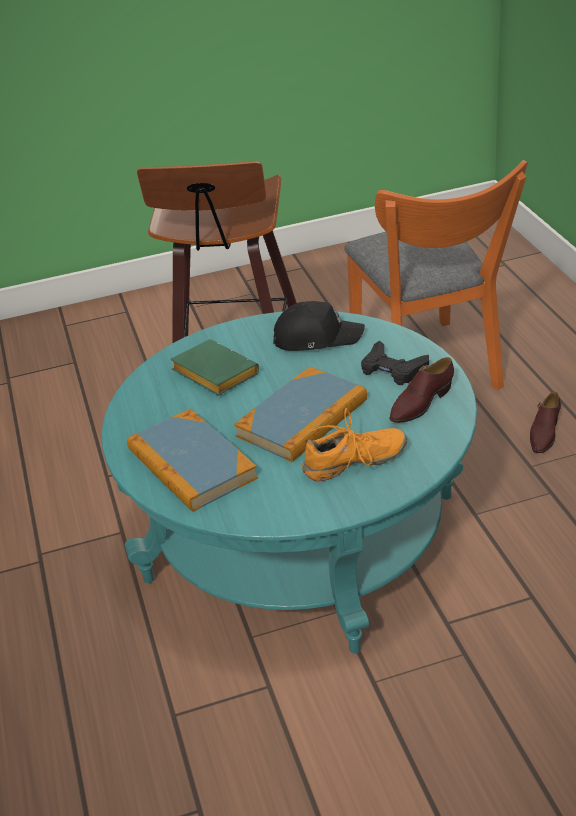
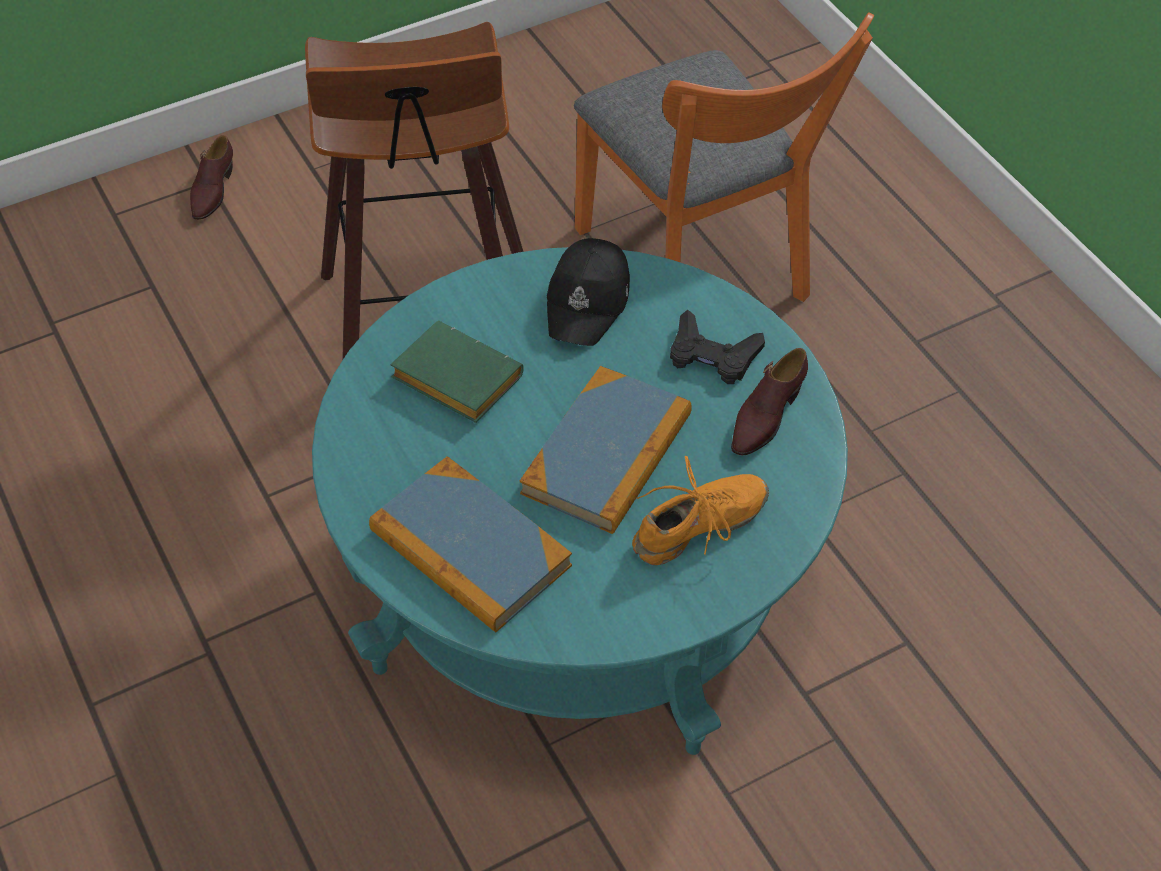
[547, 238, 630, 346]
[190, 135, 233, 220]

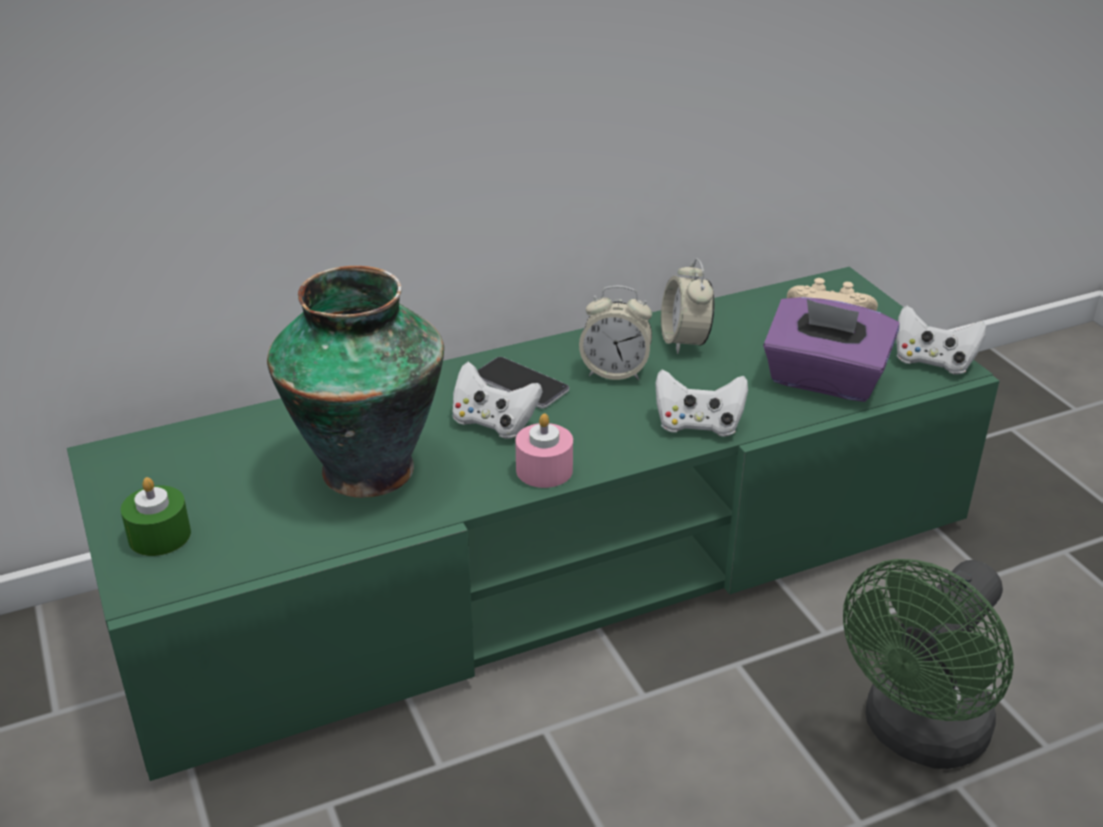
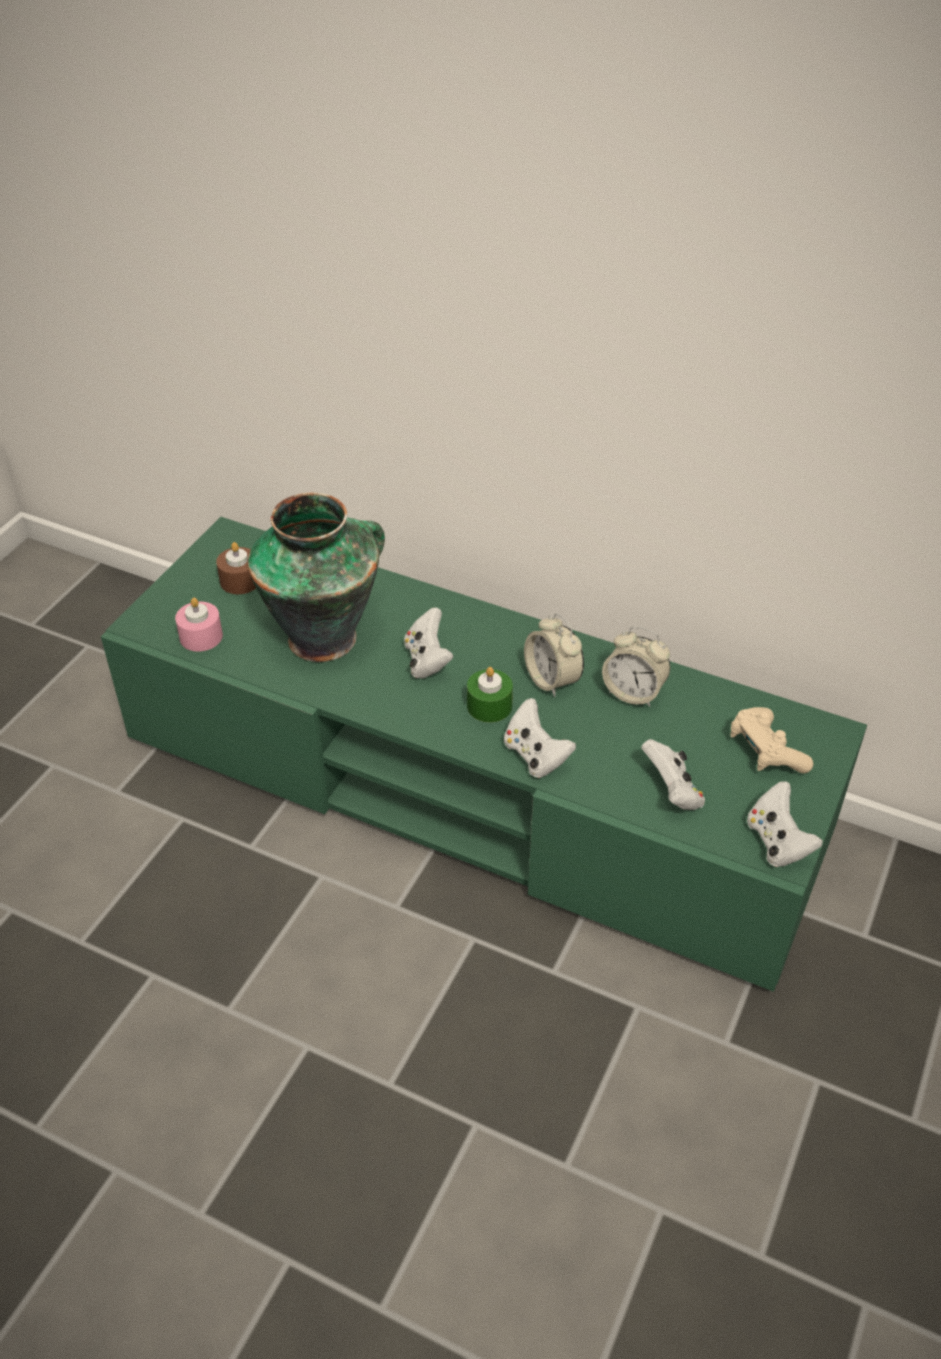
[602, 626, 670, 707]
[641, 739, 705, 810]
[477, 357, 569, 409] (first image)
[175, 598, 223, 652]
[467, 667, 513, 723]
[843, 559, 1014, 769] (first image)
[216, 542, 256, 594]

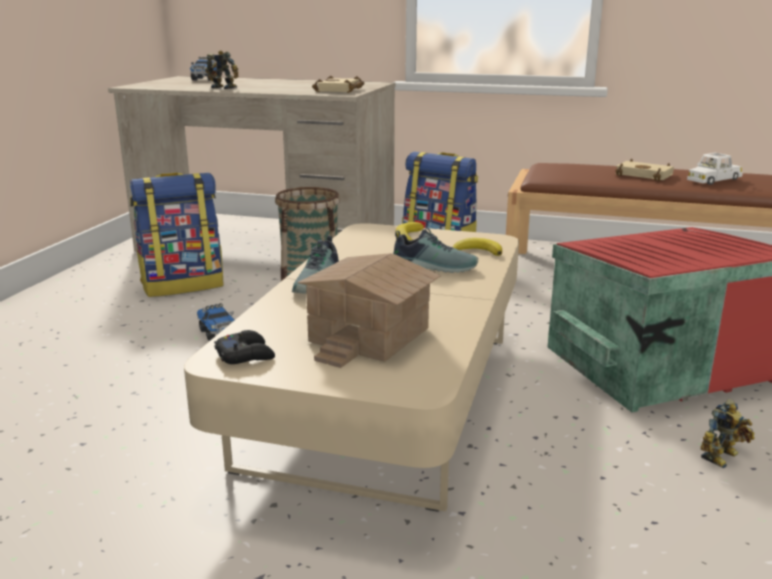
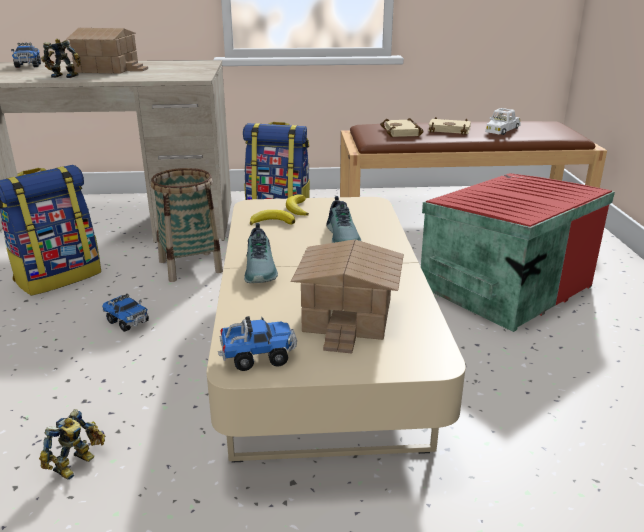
[380, 118, 423, 137]
[326, 196, 361, 243]
[250, 210, 295, 225]
[218, 316, 297, 371]
[39, 409, 105, 480]
[66, 28, 148, 74]

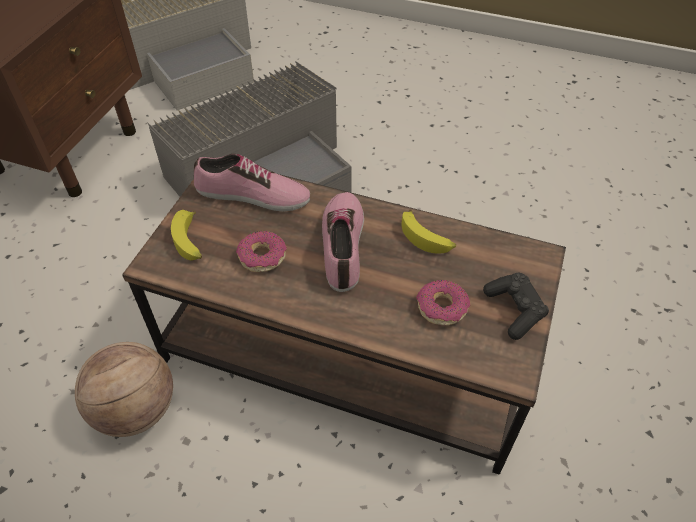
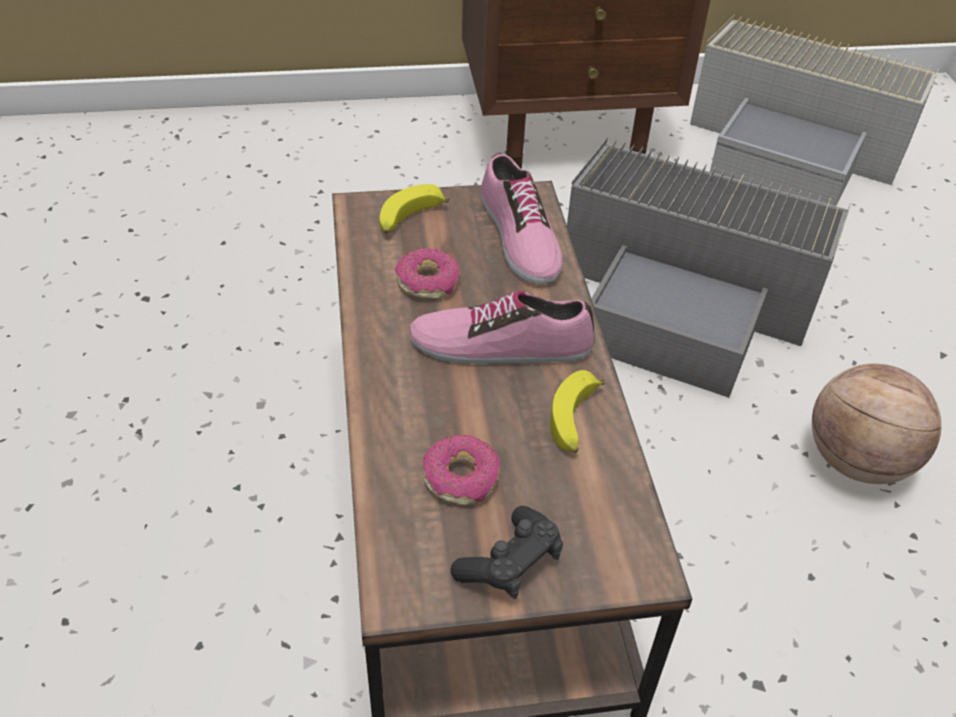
[409, 291, 595, 364]
[812, 364, 941, 484]

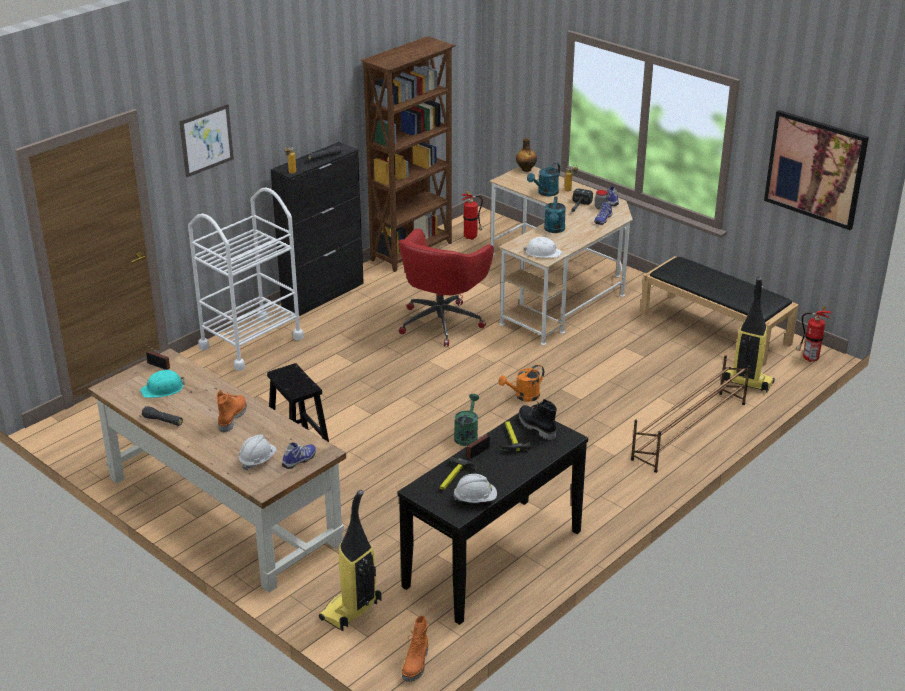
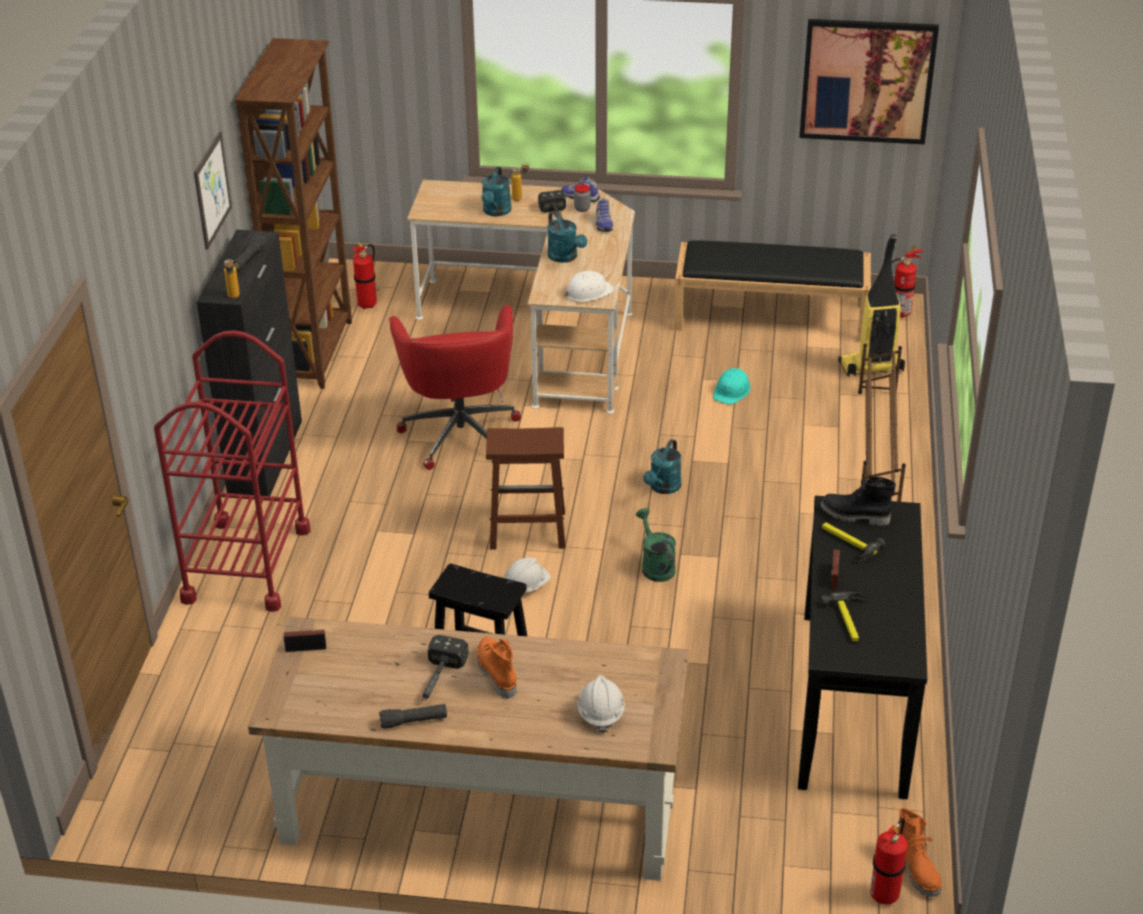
[194, 131, 232, 250]
[516, 138, 537, 172] (first image)
[154, 330, 311, 612]
[643, 439, 681, 494]
[713, 368, 751, 404]
[282, 442, 316, 469] (first image)
[504, 558, 551, 592]
[319, 490, 382, 631] (first image)
[486, 427, 565, 550]
[422, 635, 468, 701]
[870, 818, 908, 904]

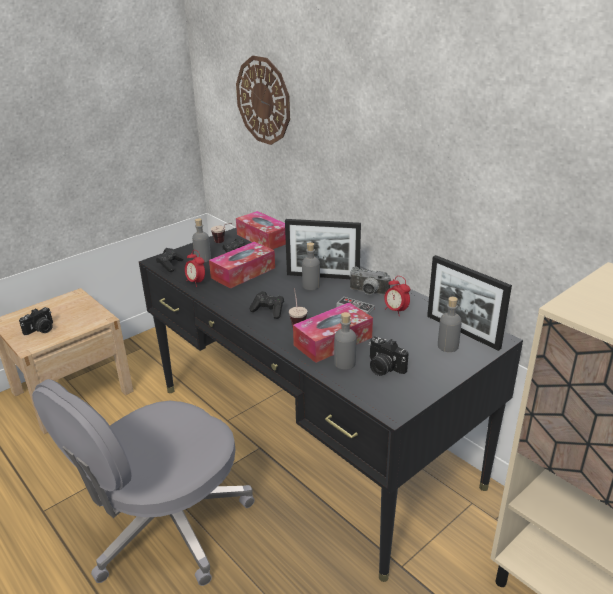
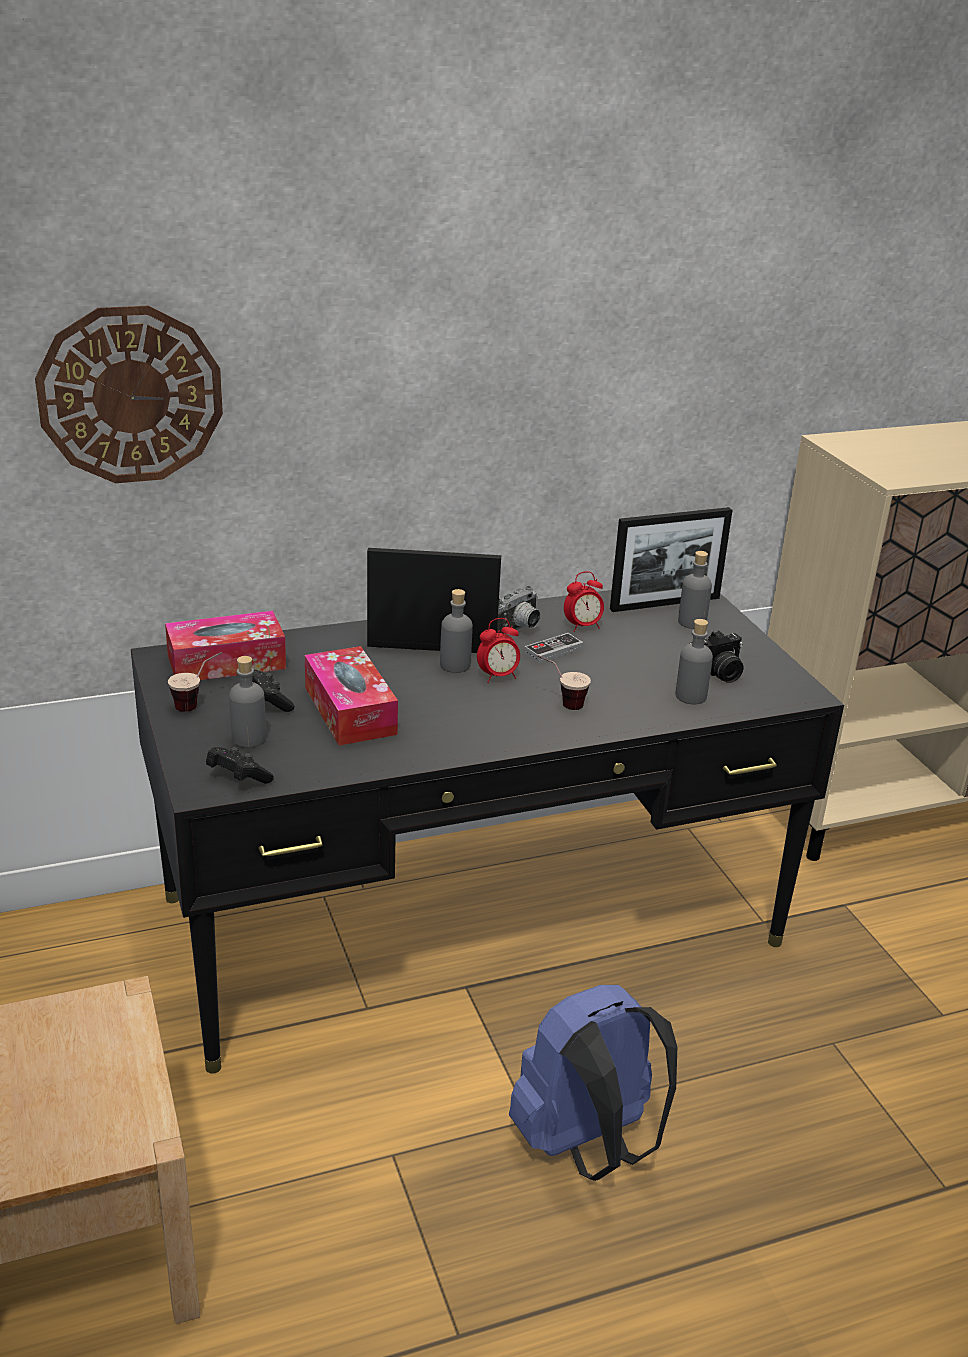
[367, 548, 501, 653]
[477, 618, 520, 683]
[249, 291, 284, 319] (first image)
[293, 302, 373, 363] (first image)
[19, 307, 53, 335] (first image)
[509, 985, 677, 1181]

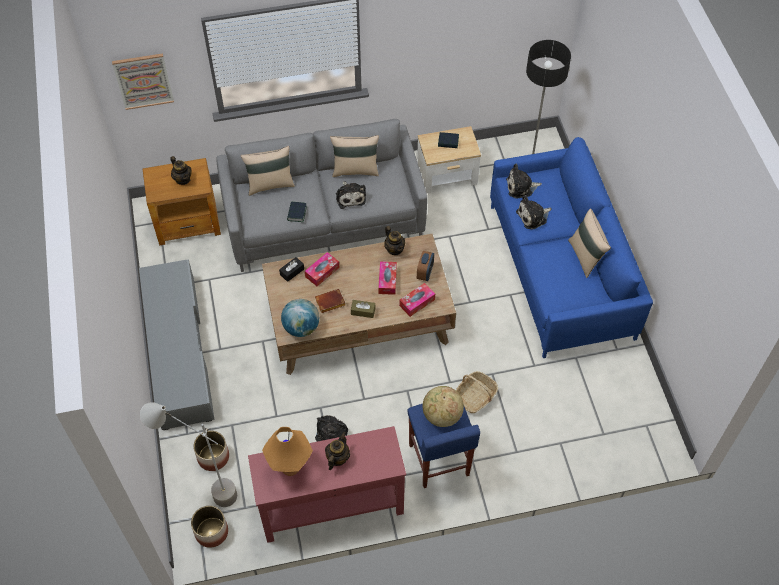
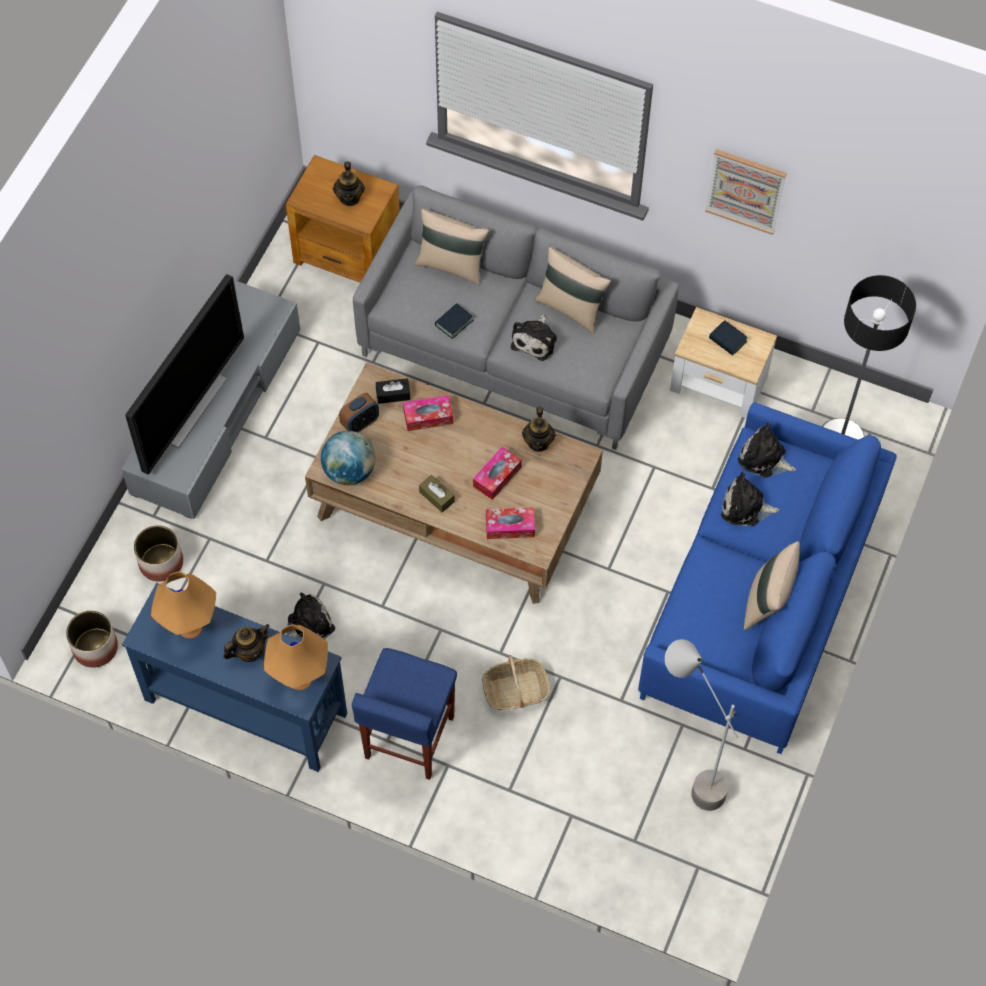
[705, 149, 787, 235]
[339, 393, 379, 432]
[315, 289, 346, 313] (first image)
[422, 386, 464, 427] (first image)
[665, 640, 739, 811]
[122, 583, 347, 772]
[125, 274, 244, 475]
[264, 624, 328, 690]

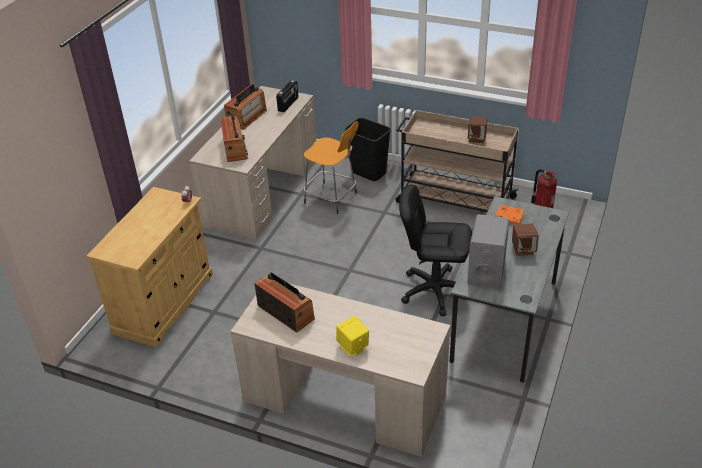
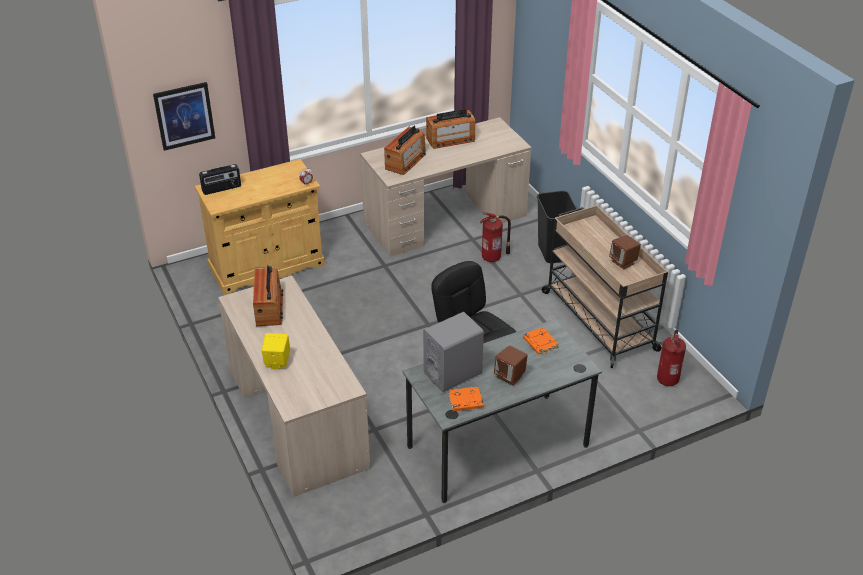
[199, 164, 241, 195]
[480, 212, 511, 262]
[153, 82, 215, 151]
[448, 387, 483, 411]

